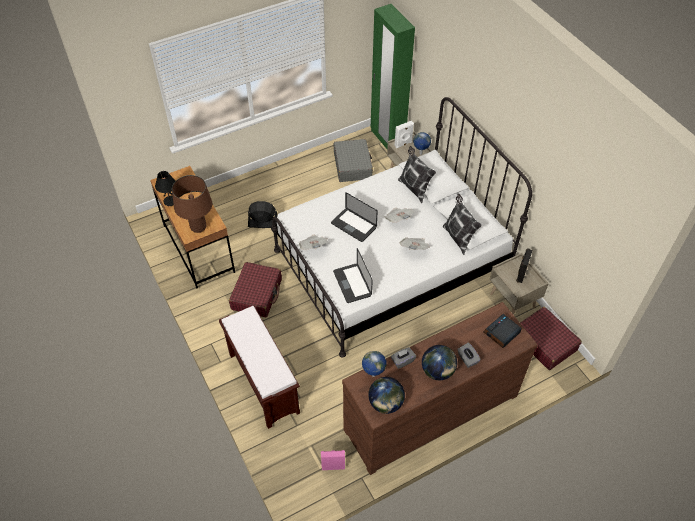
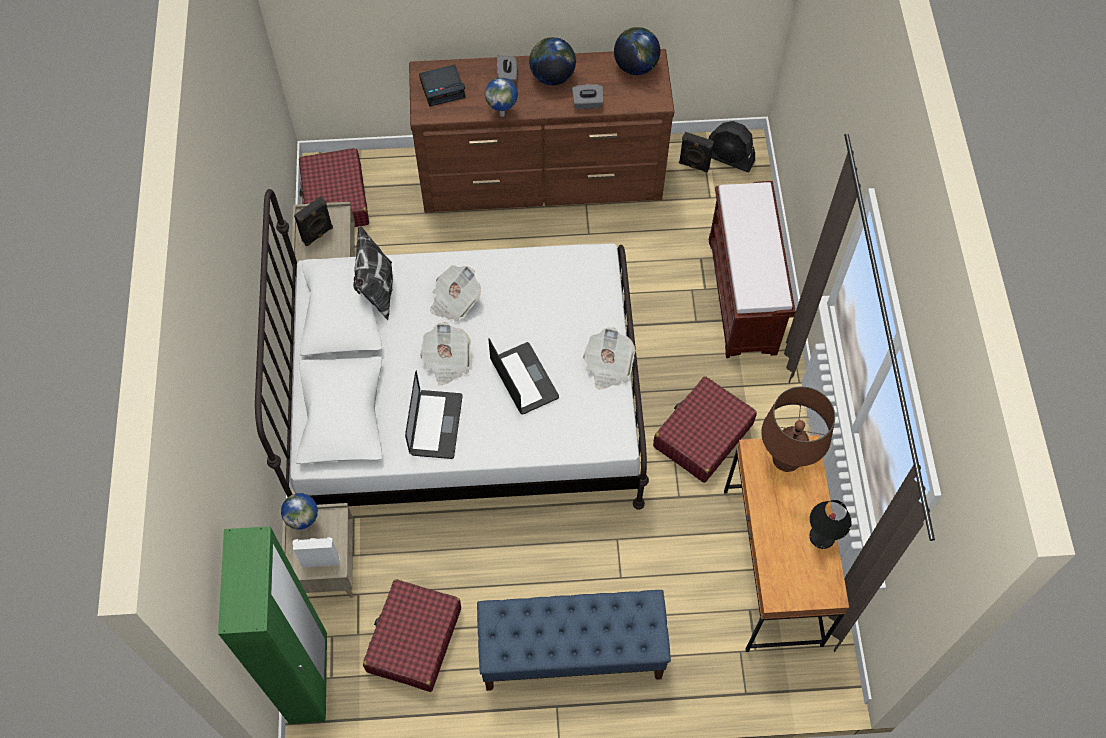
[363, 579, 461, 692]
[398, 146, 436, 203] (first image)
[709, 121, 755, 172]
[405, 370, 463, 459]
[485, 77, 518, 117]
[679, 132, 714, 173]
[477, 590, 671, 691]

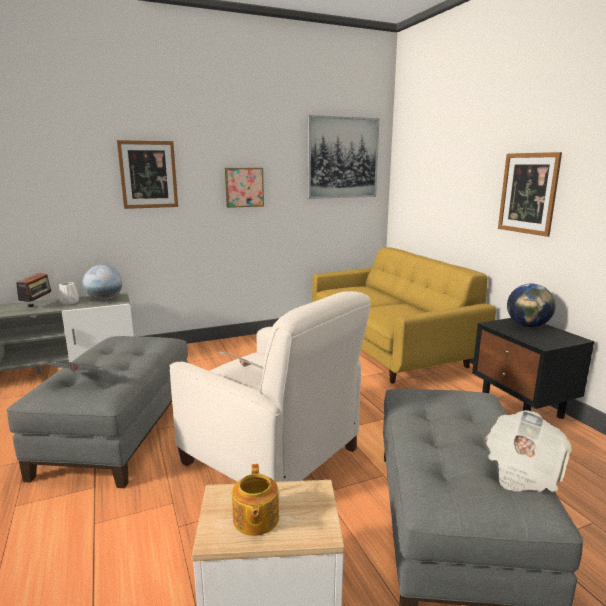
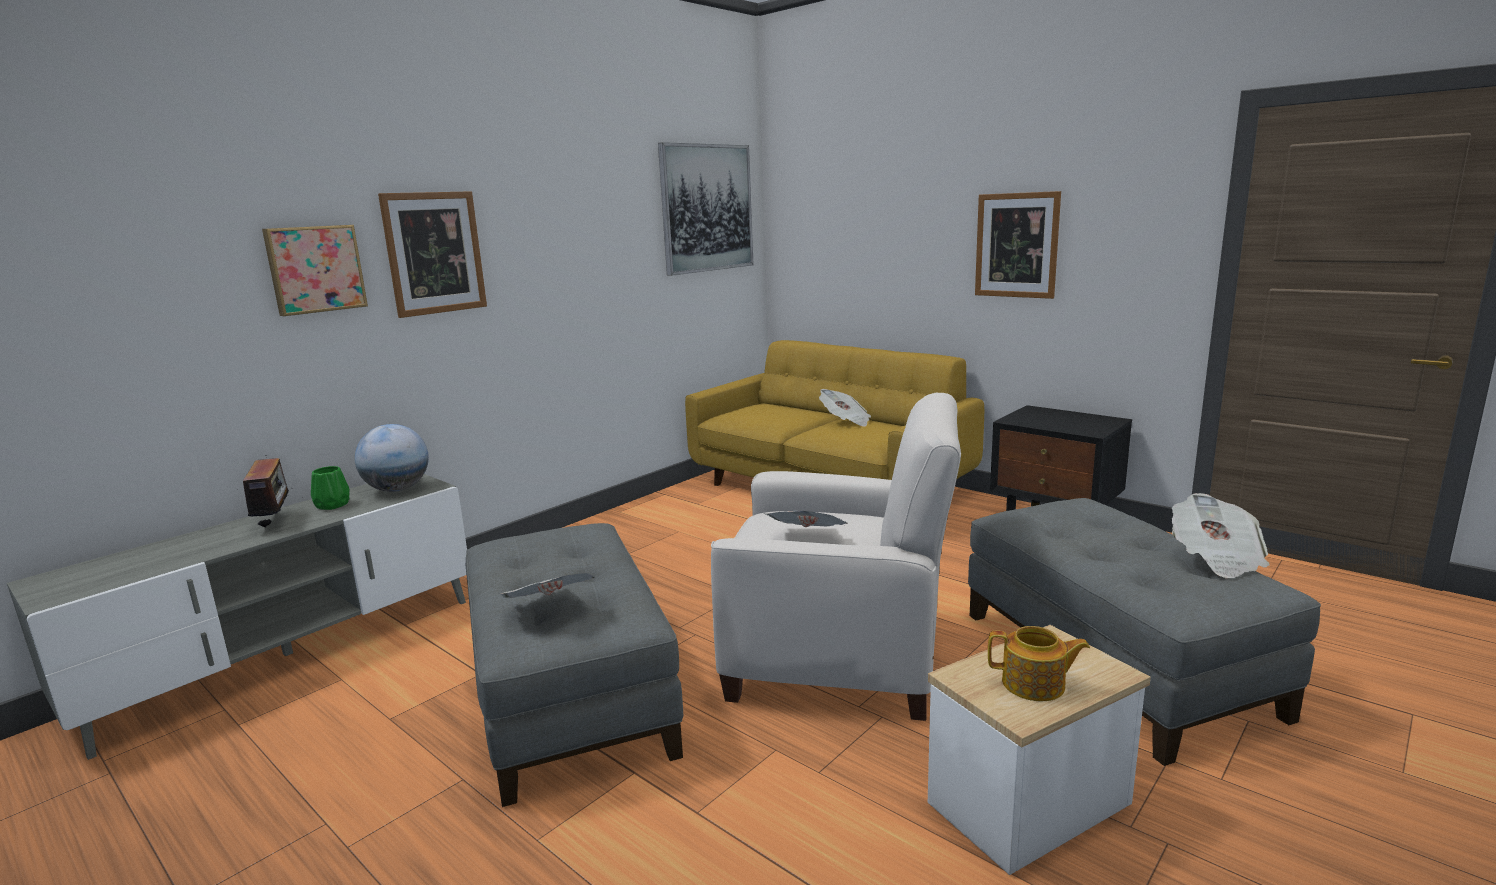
[262, 225, 368, 316]
[311, 466, 350, 510]
[507, 284, 555, 327] (first image)
[988, 626, 1090, 702]
[819, 389, 871, 427]

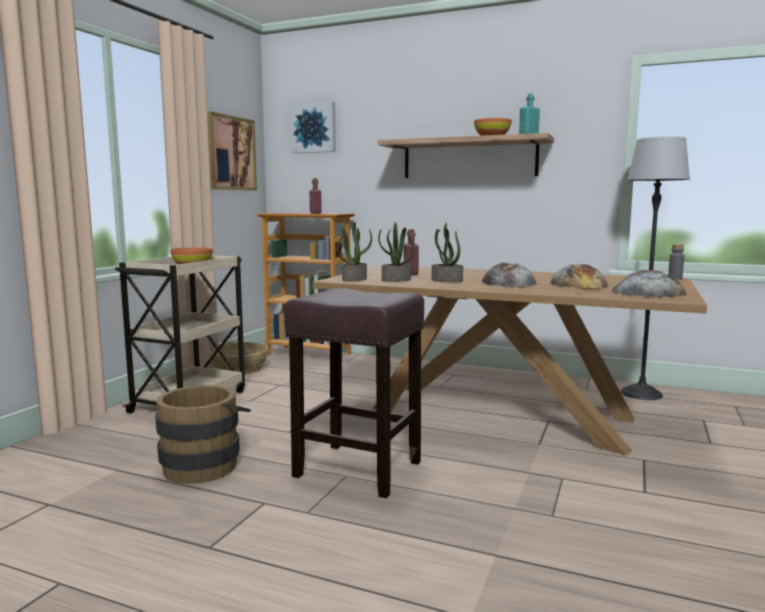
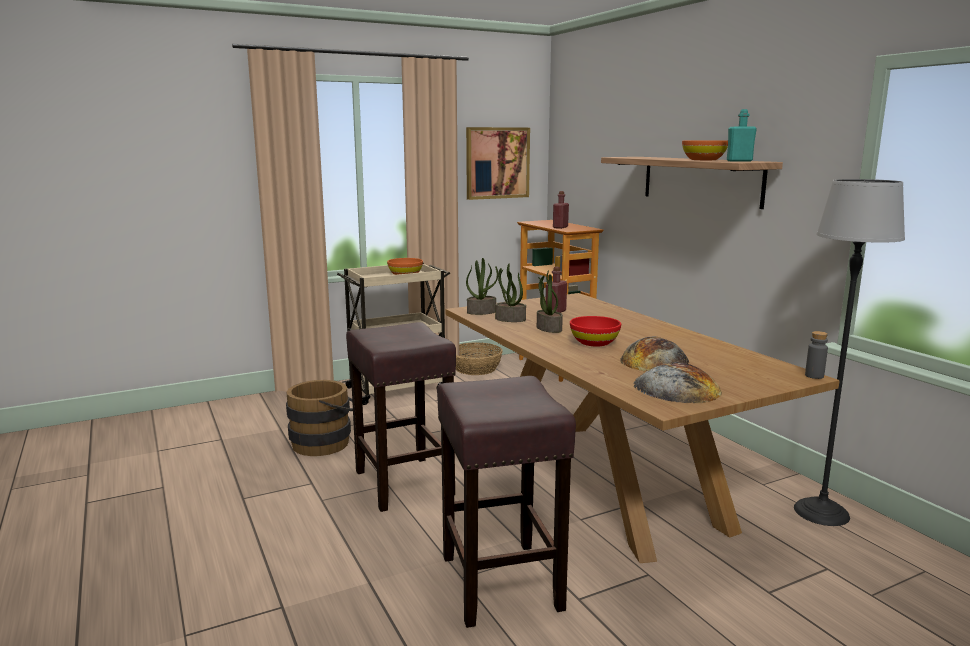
[290, 102, 336, 153] (first image)
[570, 316, 621, 347]
[437, 376, 576, 628]

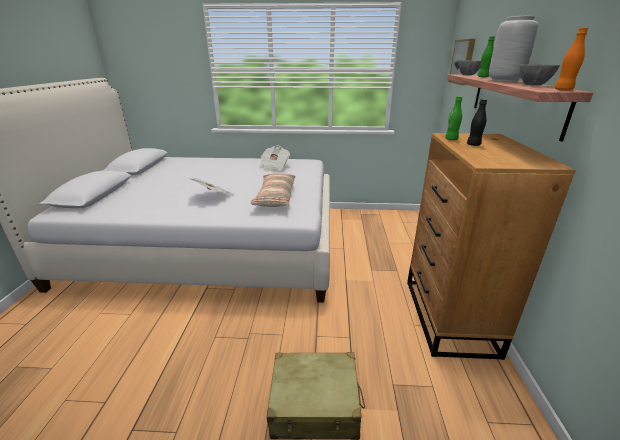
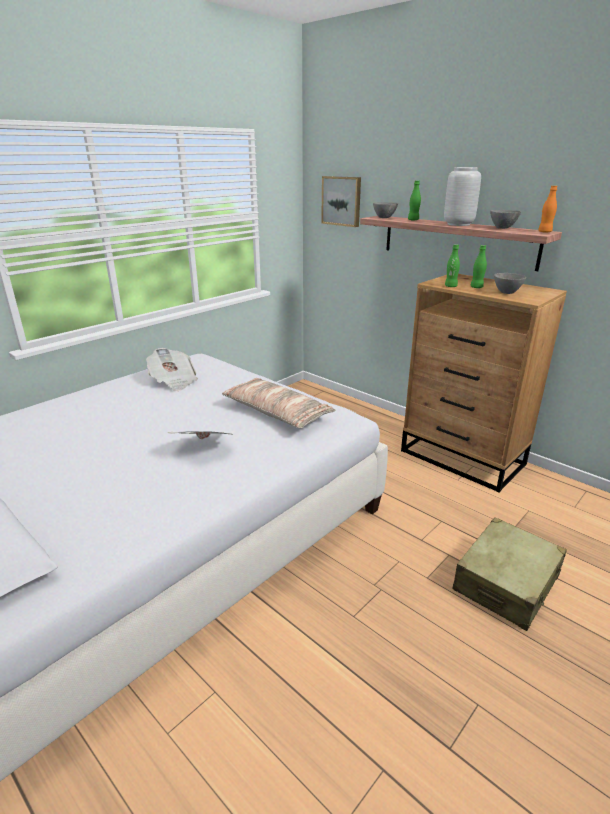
[471, 245, 487, 288]
[494, 273, 526, 294]

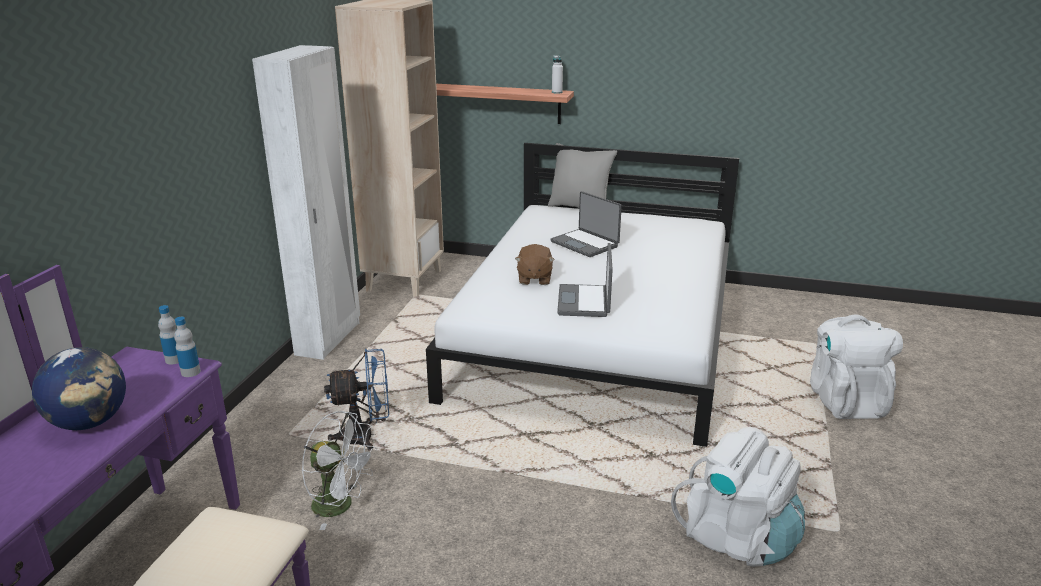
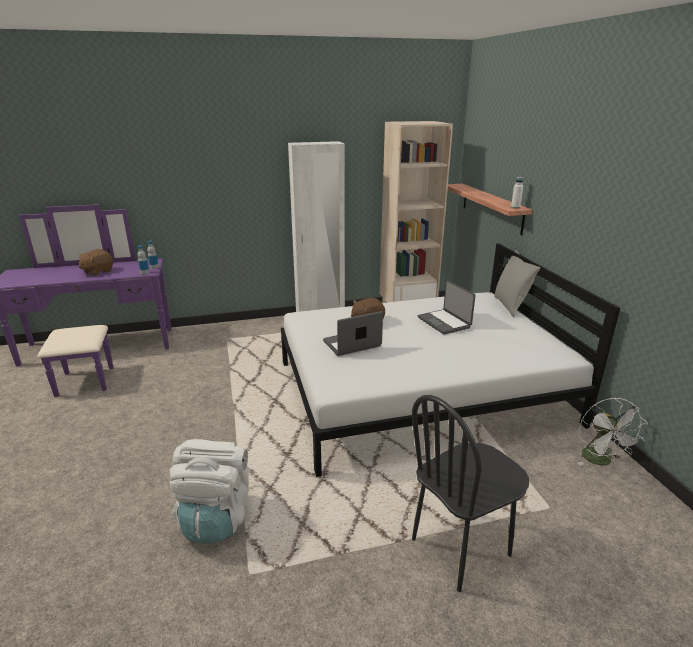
[418, 280, 476, 335]
[412, 395, 529, 592]
[79, 249, 113, 276]
[324, 349, 389, 451] (first image)
[577, 397, 648, 465]

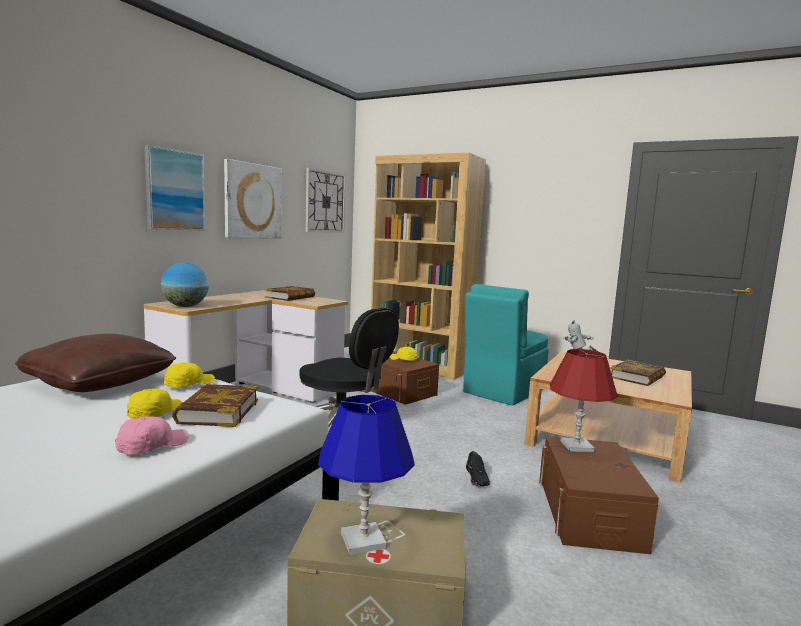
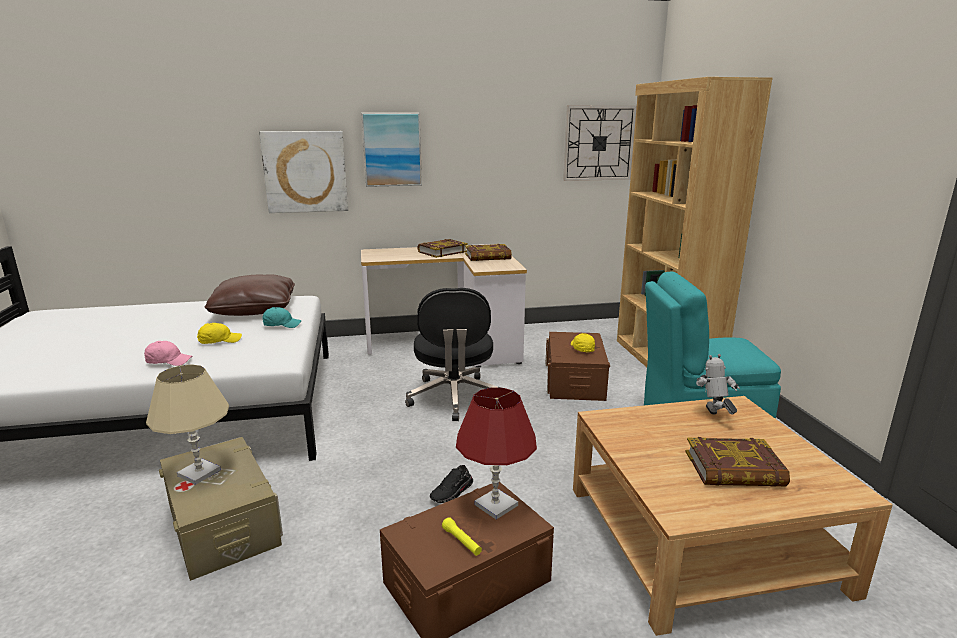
[259, 131, 348, 213]
[161, 262, 209, 307] (first image)
[262, 307, 302, 328]
[417, 239, 468, 258]
[146, 364, 229, 485]
[442, 517, 482, 556]

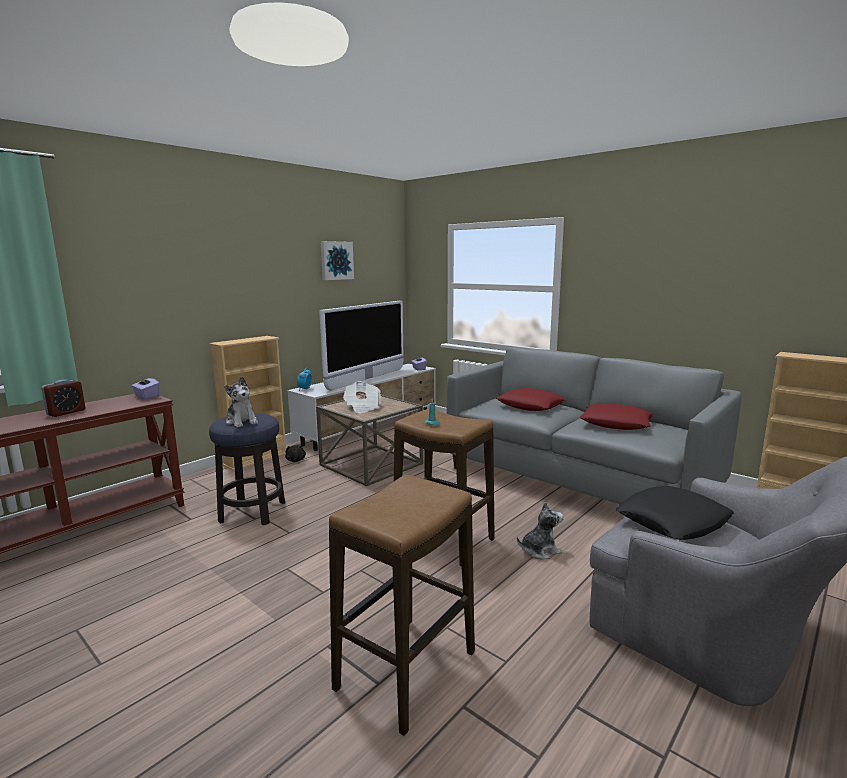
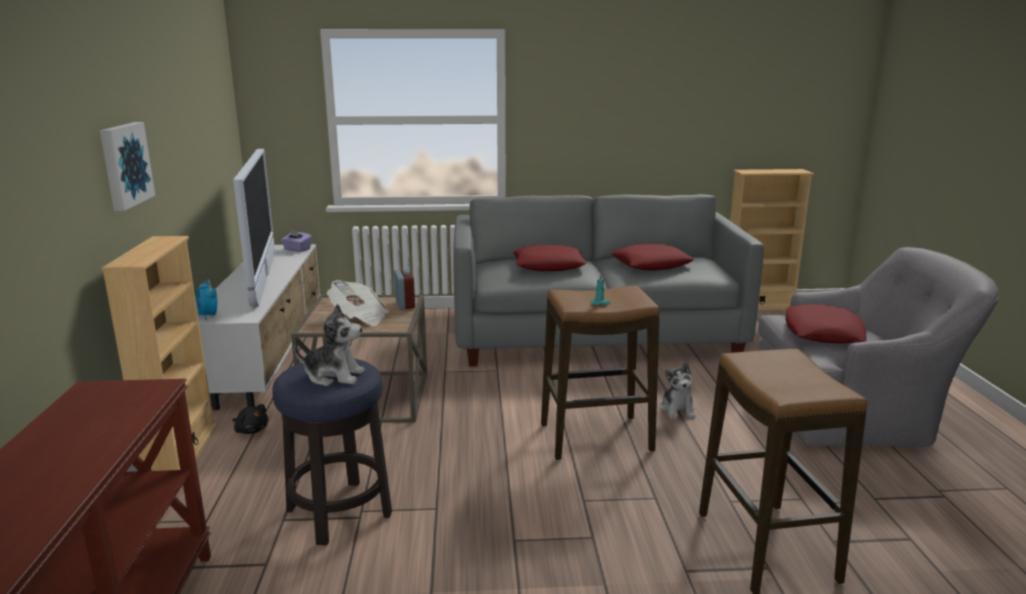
[100, 122, 155, 211]
[131, 375, 160, 399] (first image)
[394, 269, 415, 310]
[785, 304, 867, 344]
[660, 362, 695, 419]

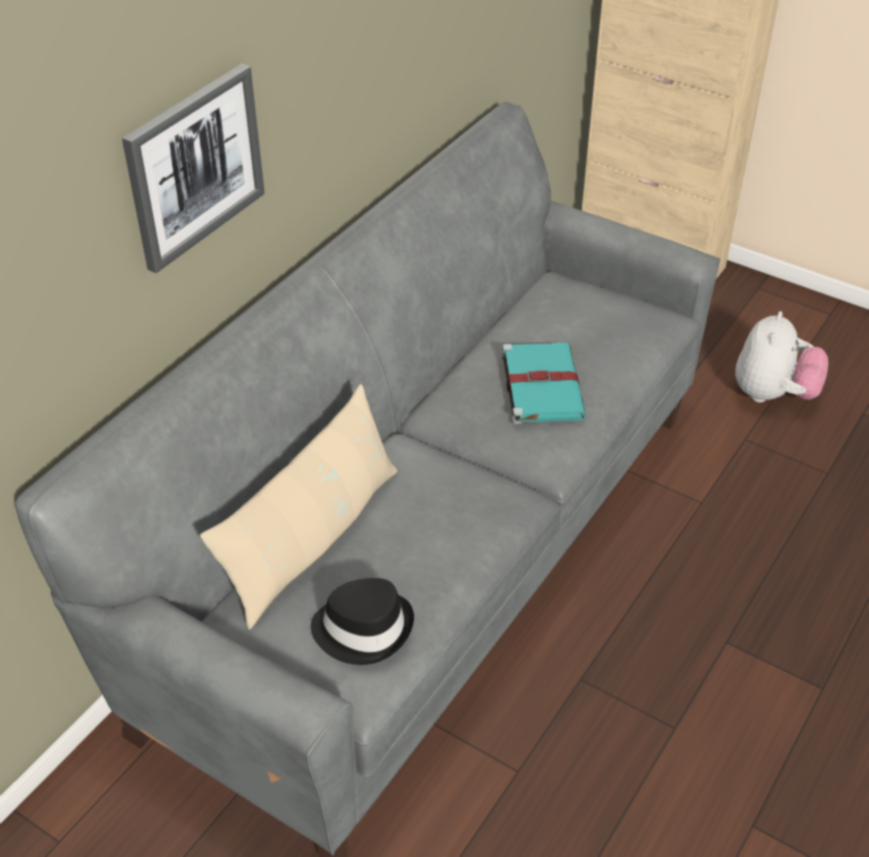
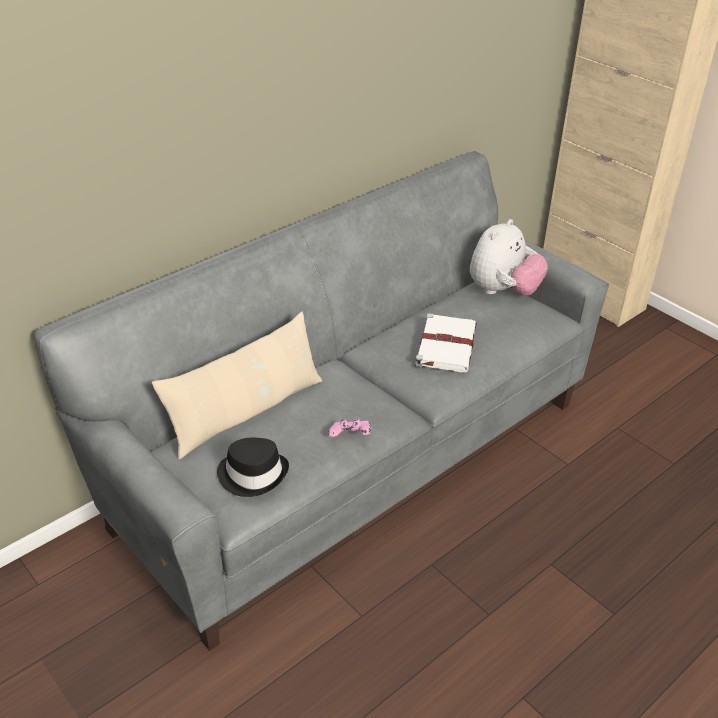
[122, 64, 265, 273] (first image)
[470, 219, 548, 296]
[415, 313, 477, 373]
[328, 419, 371, 437]

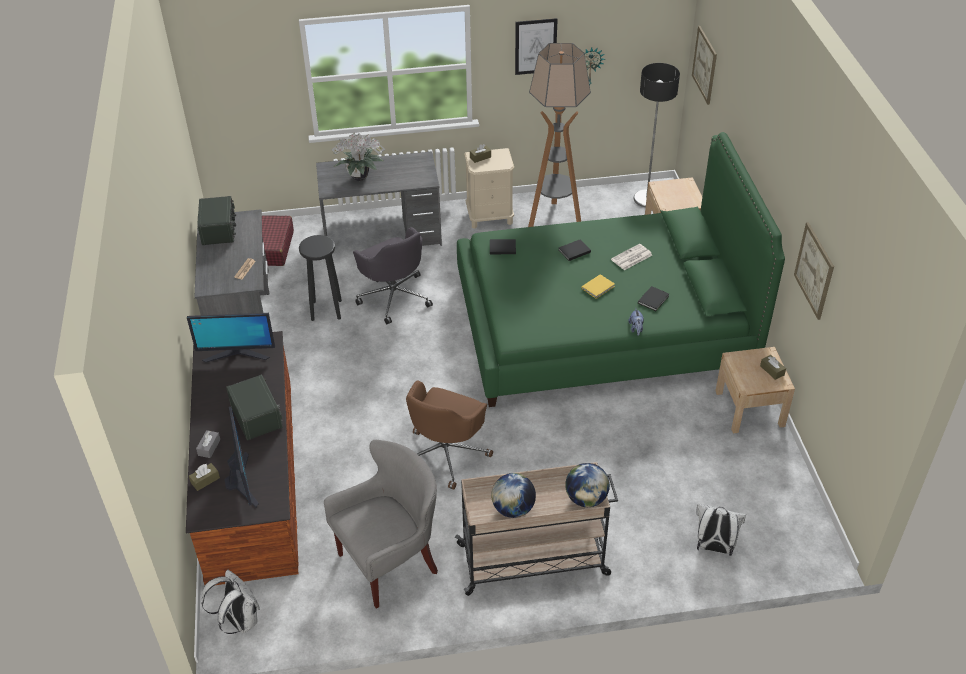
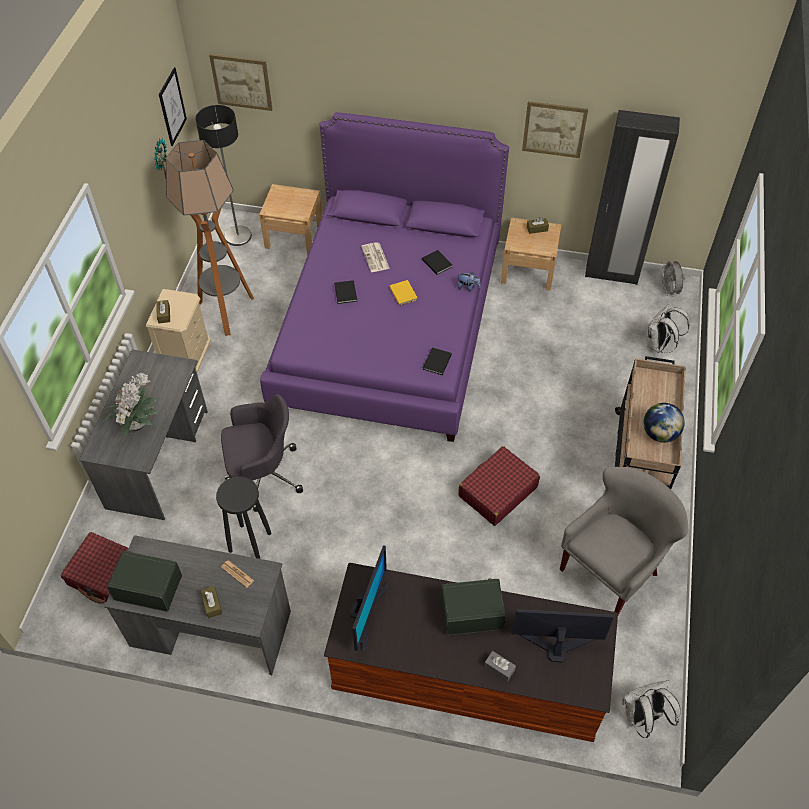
[159, 67, 187, 146]
[260, 112, 509, 442]
[423, 347, 452, 375]
[458, 446, 540, 526]
[560, 467, 688, 615]
[201, 586, 222, 618]
[565, 463, 610, 507] (first image)
[585, 110, 680, 285]
[661, 260, 685, 297]

